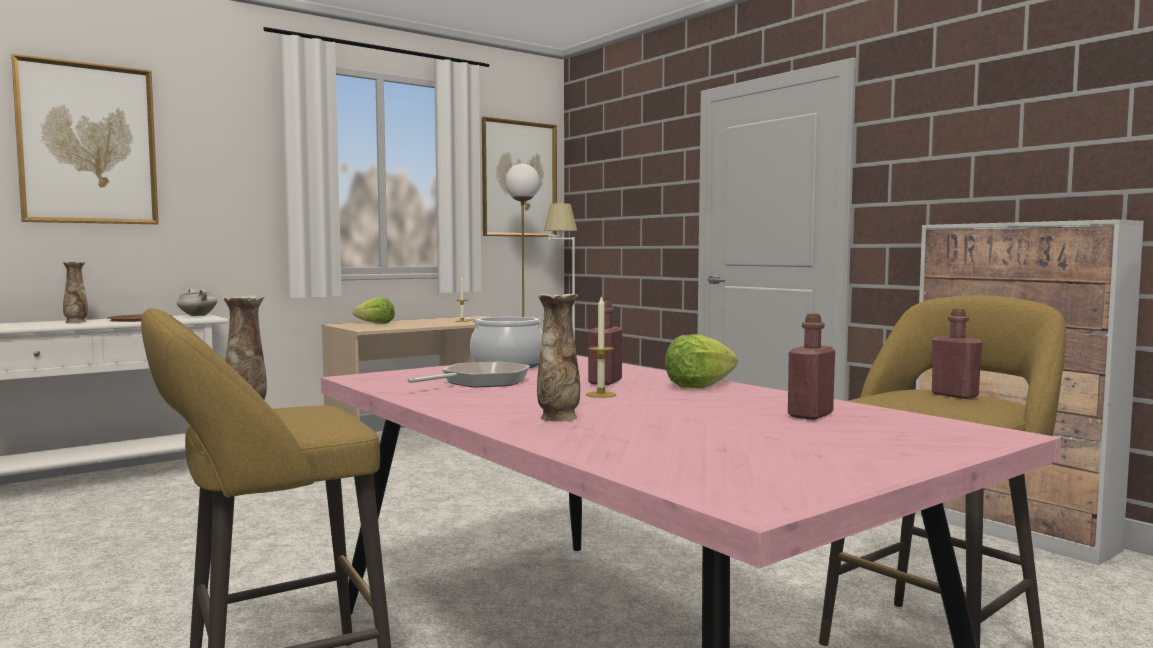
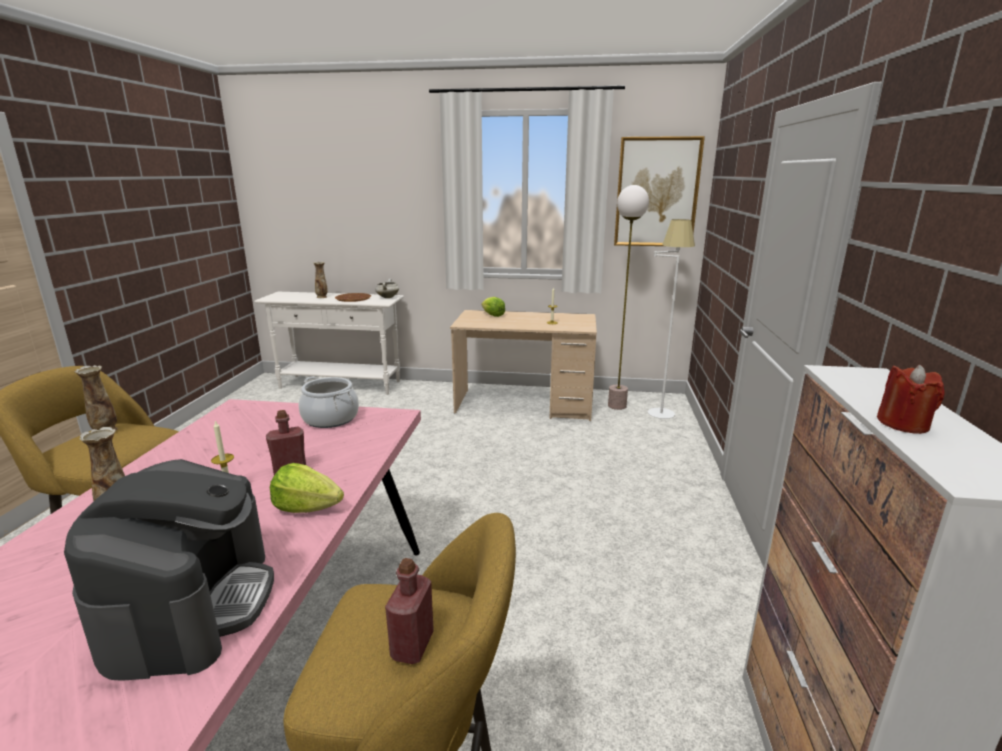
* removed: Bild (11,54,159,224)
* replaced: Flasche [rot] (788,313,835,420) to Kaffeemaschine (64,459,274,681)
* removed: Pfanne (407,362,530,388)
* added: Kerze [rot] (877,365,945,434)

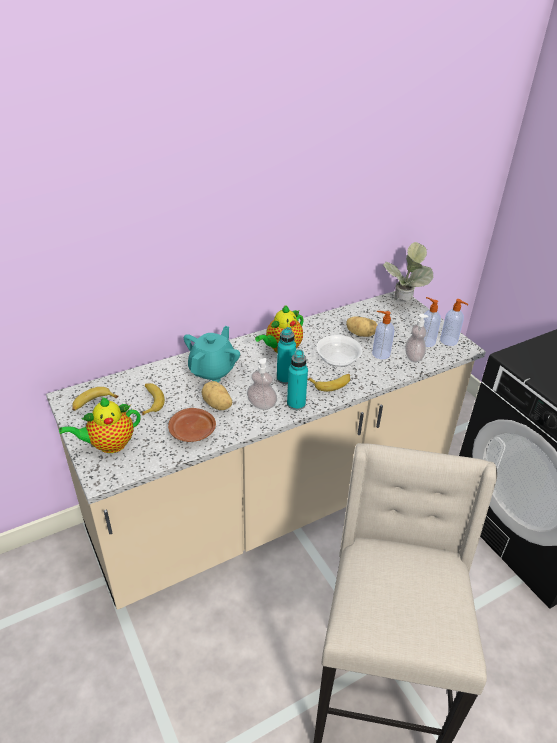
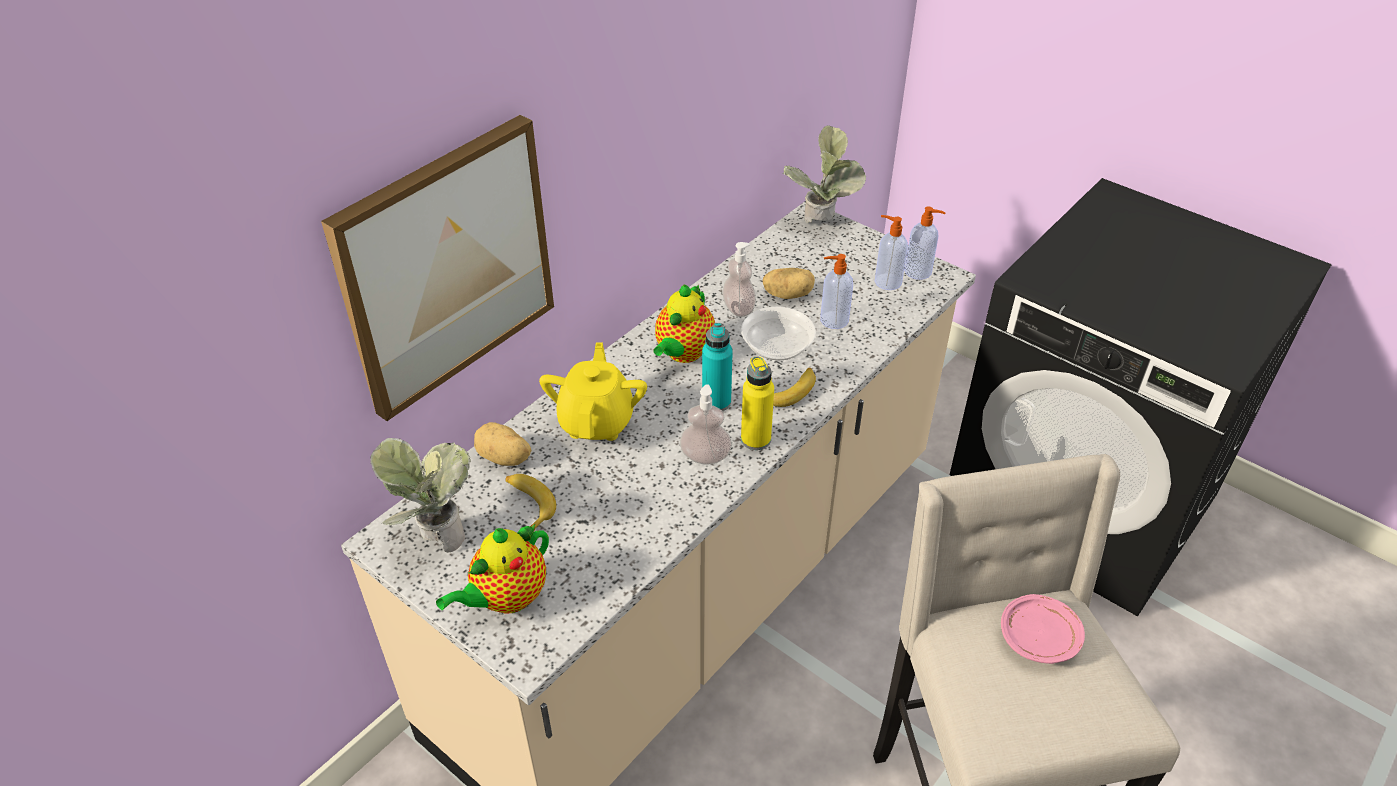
* moved: Seifenspender (405,314,429,362) to (722,242,756,317)
* recoloured: Teekanne [türkis] (184,326,240,382) to Teekanne [gelb] (539,342,647,441)
* recoloured: Flasche [türkis] (287,349,308,410) to Flasche [gelb] (741,356,774,450)
* moved: Kartoffel (201,381,232,410) to (474,422,532,466)
* replaced: Banane (72,387,119,411) to Topfpflanze (370,438,471,552)
* removed: Teller [braun] (168,408,216,442)
* added: Bild (321,115,554,421)
* added: Teller [rosa] (1001,594,1085,664)

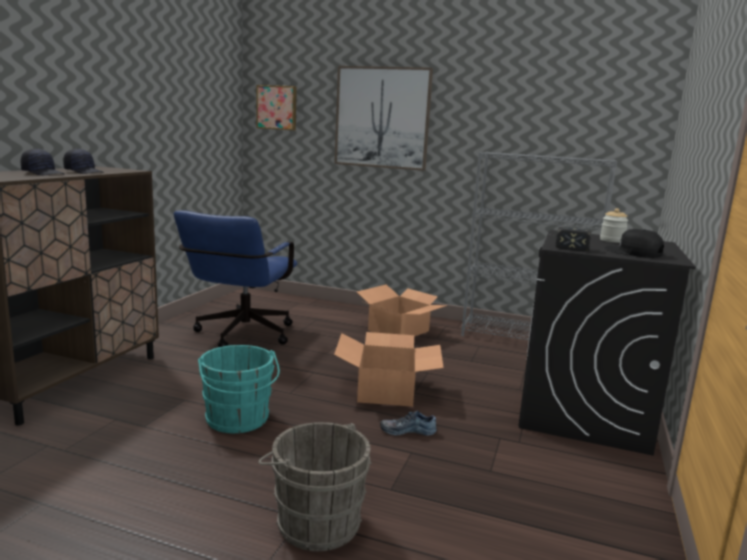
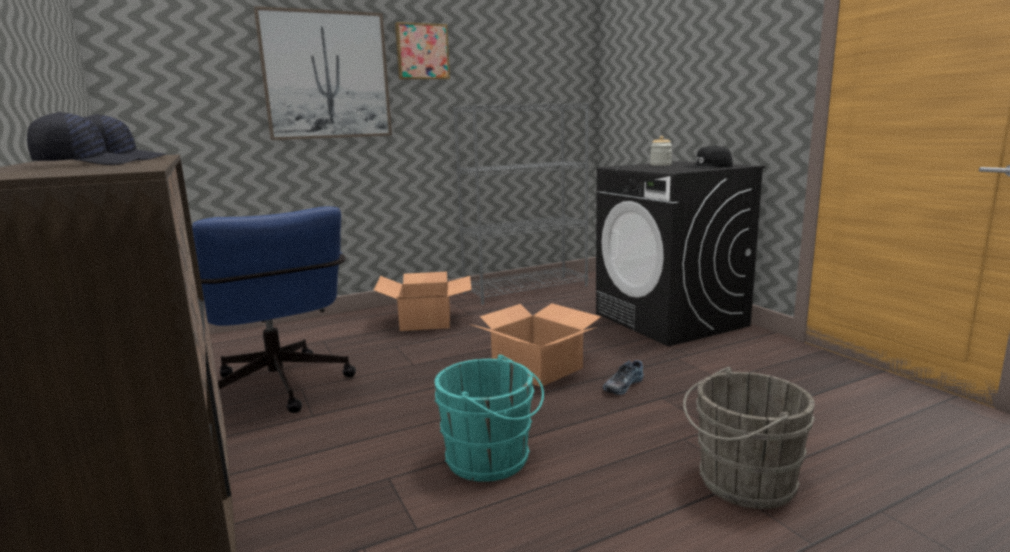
* moved: Bild (256,85,297,130) to (395,22,450,80)
* removed: Hammer (556,227,591,251)

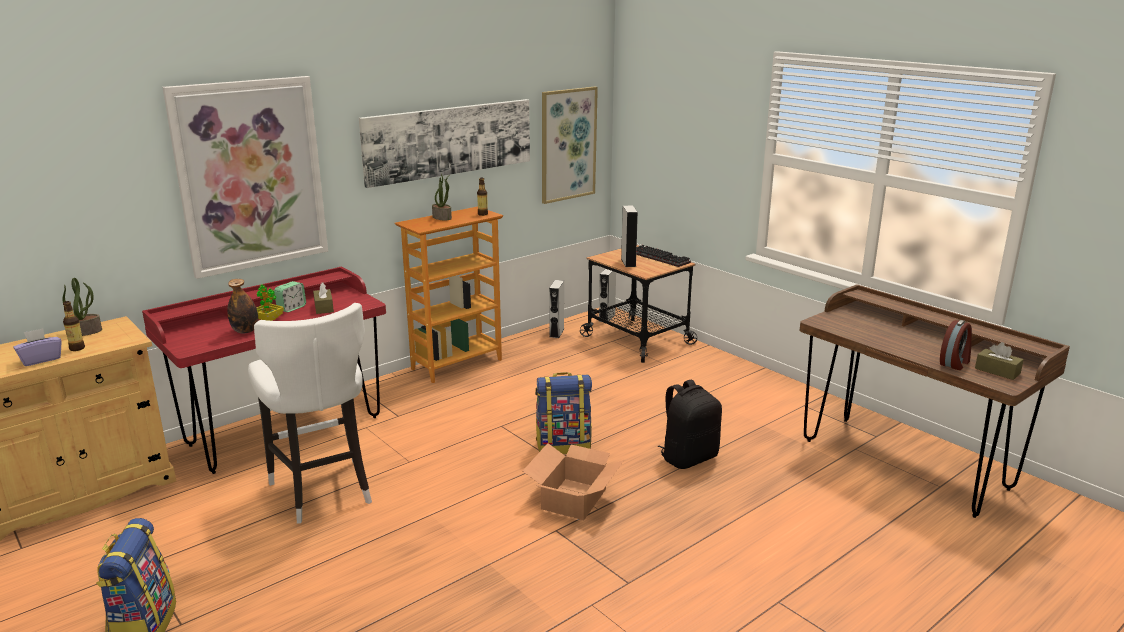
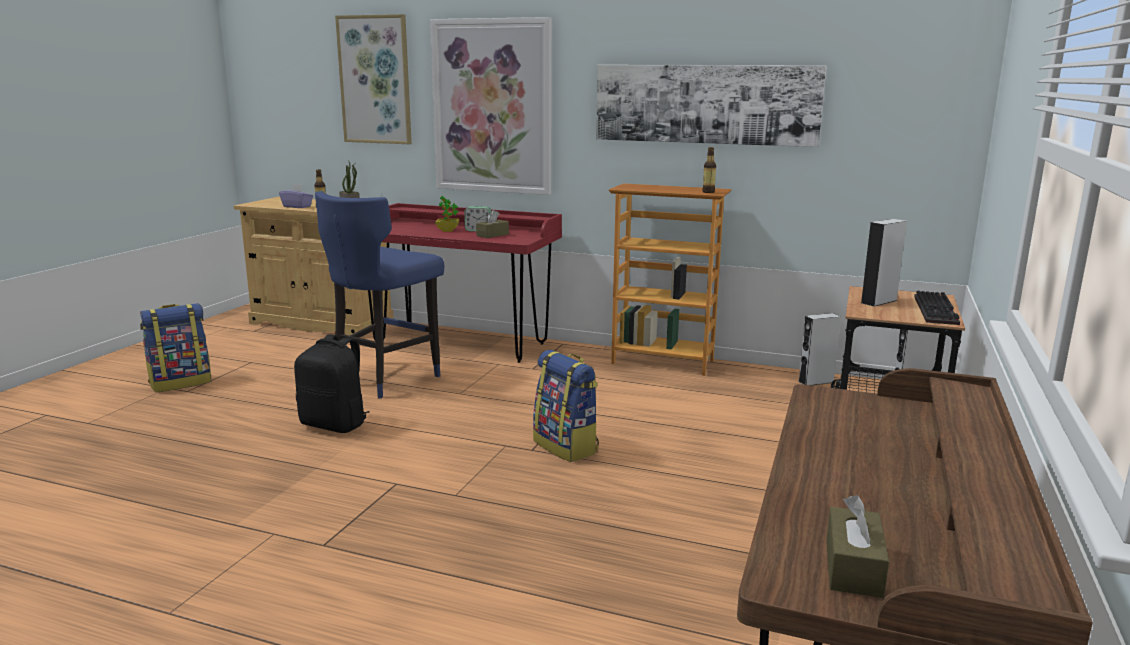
* moved: Bild (542,87,598,204) to (335,14,412,144)
* removed: Topfpflanze (432,174,452,221)
* removed: Flasche (227,279,258,333)
* recoloured: Hocker [weiß] (248,303,372,524) to Hocker [blau] (315,191,444,399)
* removed: Wecker (940,320,972,370)
* moved: Rucksack [schwarz] (658,380,722,469) to (294,334,370,433)
* removed: Karton (523,443,624,520)

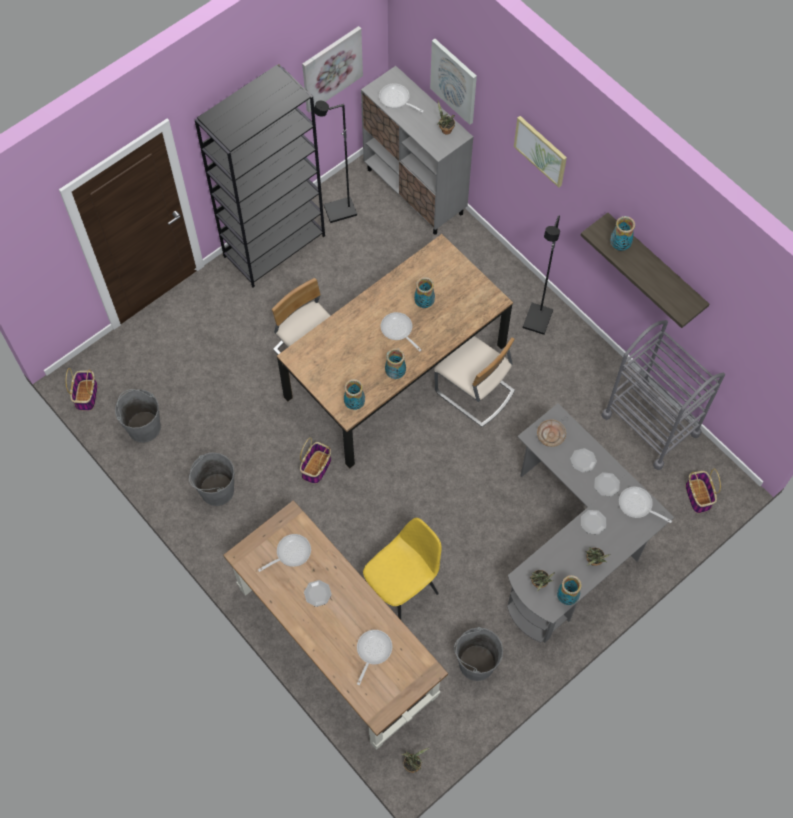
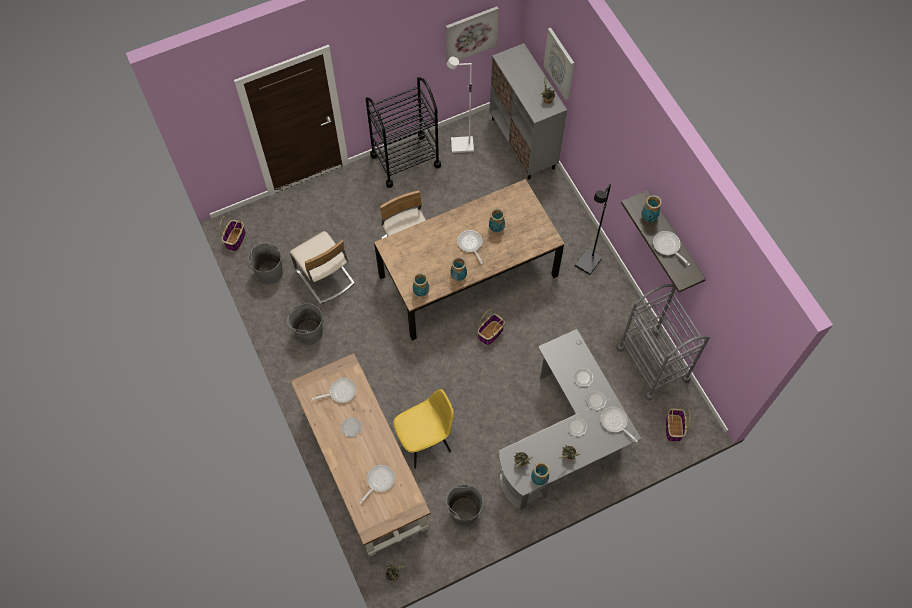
* replaced: Bücherregal [schwarz] (195,64,325,287) to Rollwagen [schwarz] (365,77,441,188)
* moved: Pfanne (379,83,424,113) to (653,231,690,265)
* recoloured: Stehlampe [schwarz] (314,100,357,223) to Stehlampe [weiß] (447,57,474,153)
* removed: Bild (514,116,567,188)
* moved: Stuhl [beige] (434,336,515,427) to (290,231,355,304)
* removed: Teller [beige] (537,419,566,447)
* moved: Korb (300,437,331,484) to (478,309,505,345)

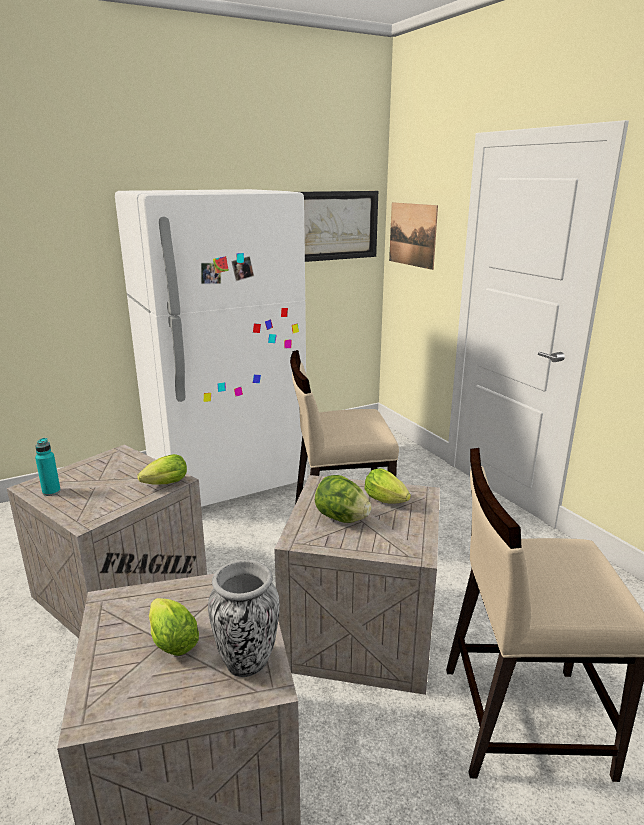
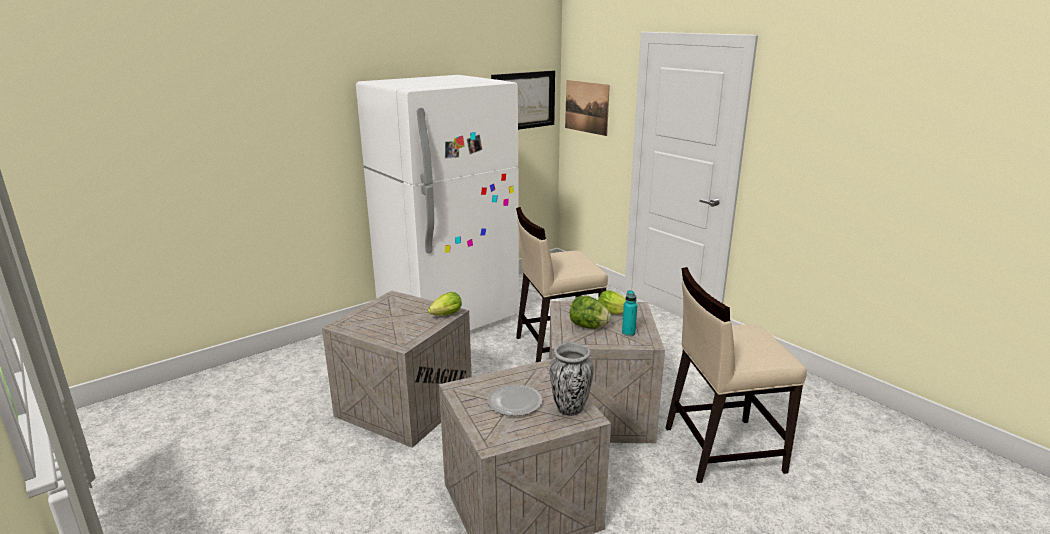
* moved: Flasche [türkis] (35,438,61,496) to (622,290,637,336)
* replaced: Salatkopf (149,598,199,656) to Teller (487,385,542,416)

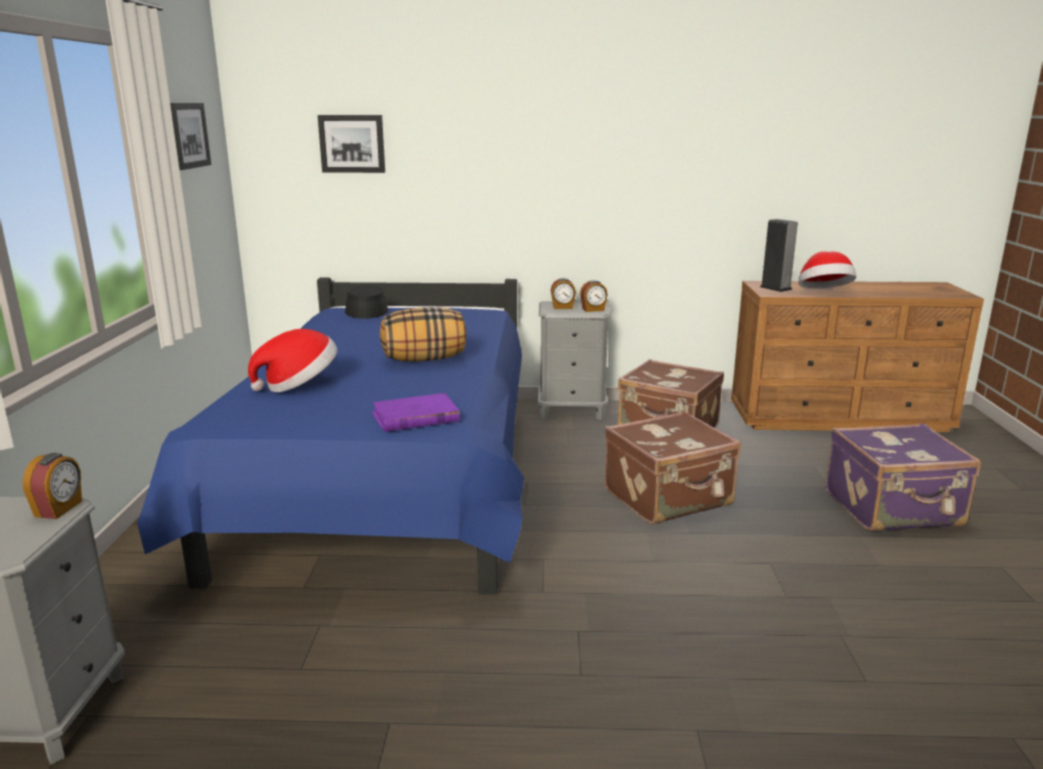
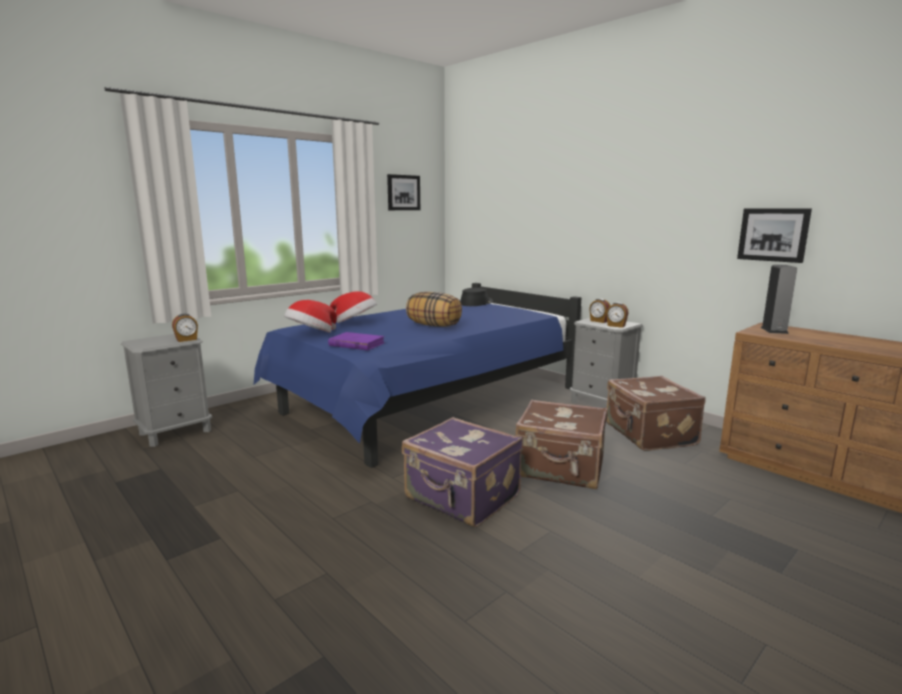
* moved: Bild (318,115,385,173) to (737,208,812,263)
* moved: Hut (799,251,856,288) to (284,300,337,333)
* moved: Koffer [lila] (826,423,981,531) to (402,417,523,527)

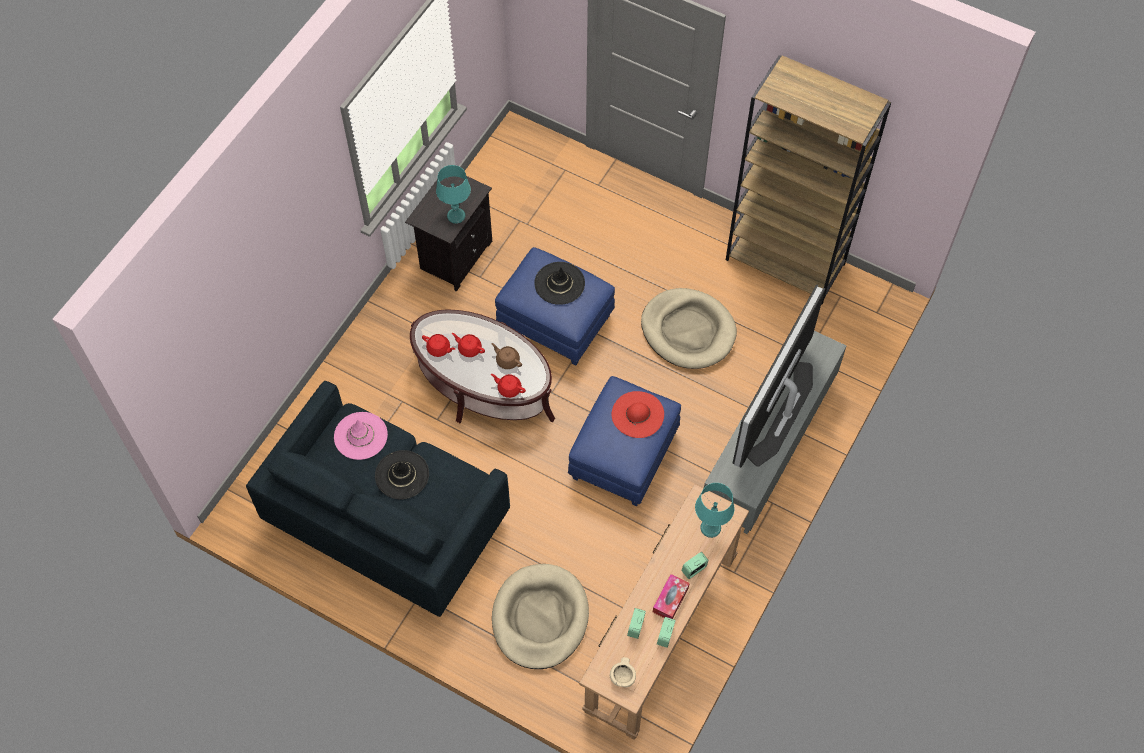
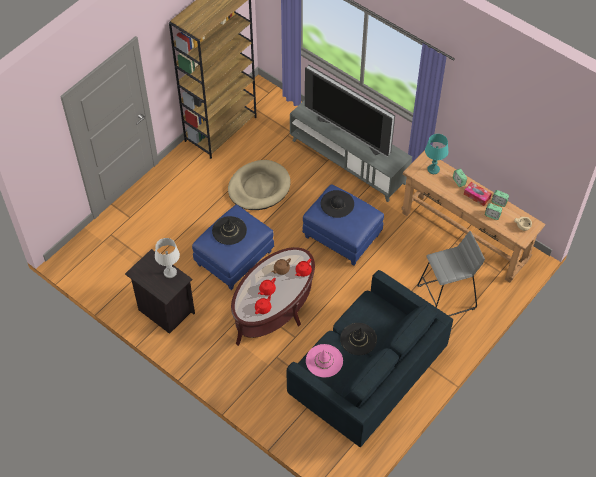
* recoloured: Tischlampe [türkis] (436,165,471,224) to Tischlampe [weiß] (155,238,180,278)
* recoloured: Hut [rot] (612,391,664,438) to Hut [schwarz] (320,190,354,218)
* replaced: Hundebett [beige] (492,564,589,669) to Hocker [grau] (417,231,485,316)

